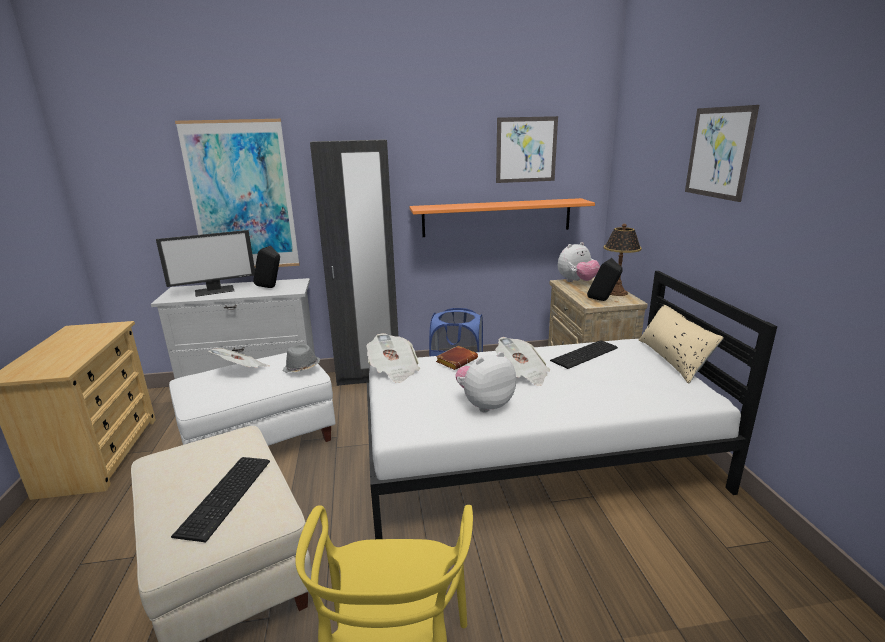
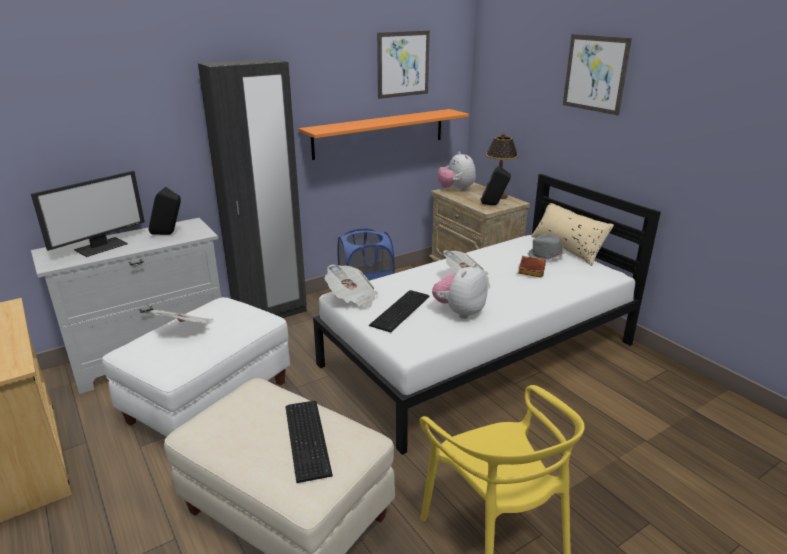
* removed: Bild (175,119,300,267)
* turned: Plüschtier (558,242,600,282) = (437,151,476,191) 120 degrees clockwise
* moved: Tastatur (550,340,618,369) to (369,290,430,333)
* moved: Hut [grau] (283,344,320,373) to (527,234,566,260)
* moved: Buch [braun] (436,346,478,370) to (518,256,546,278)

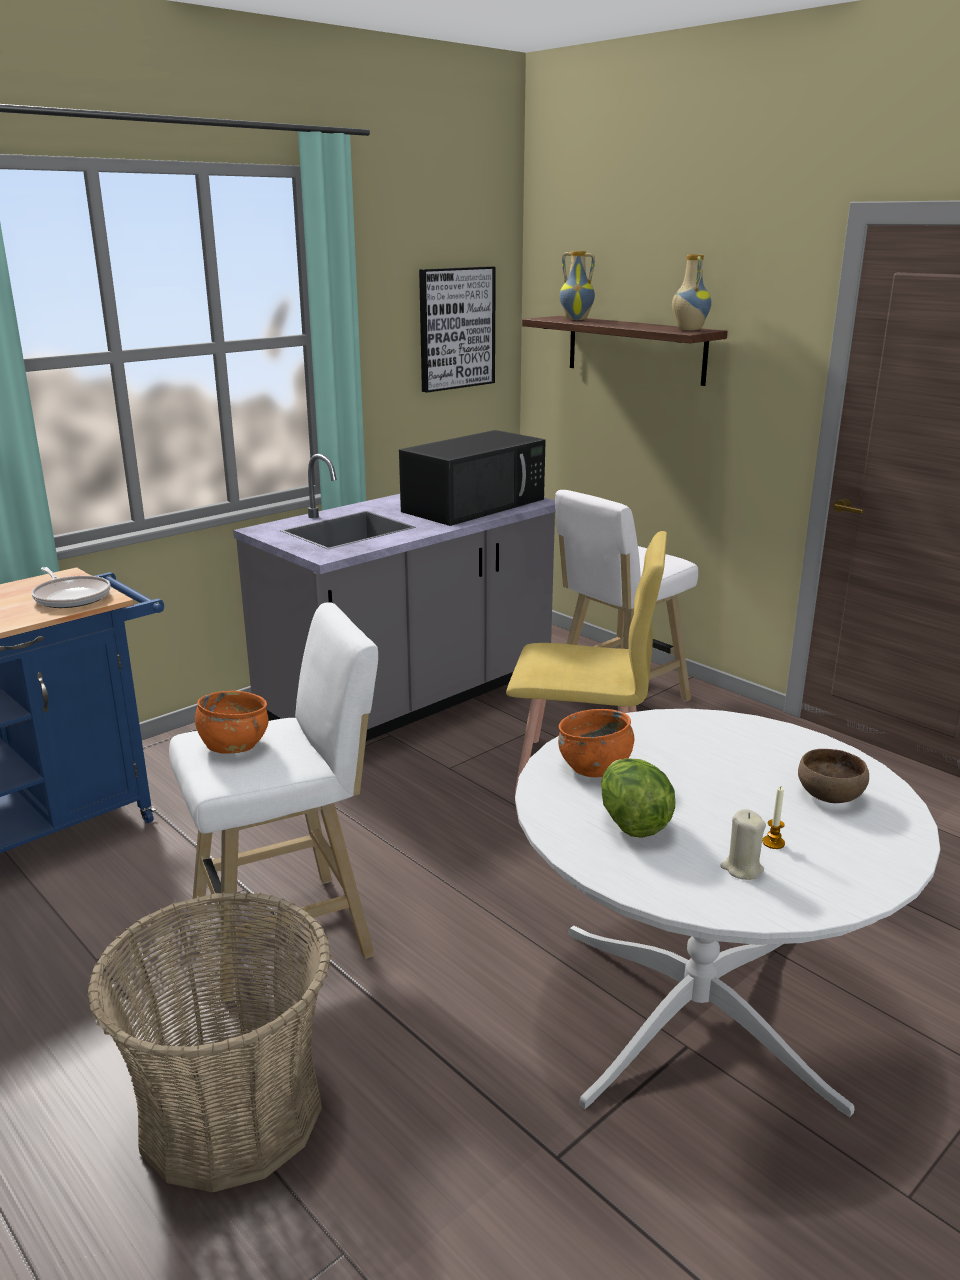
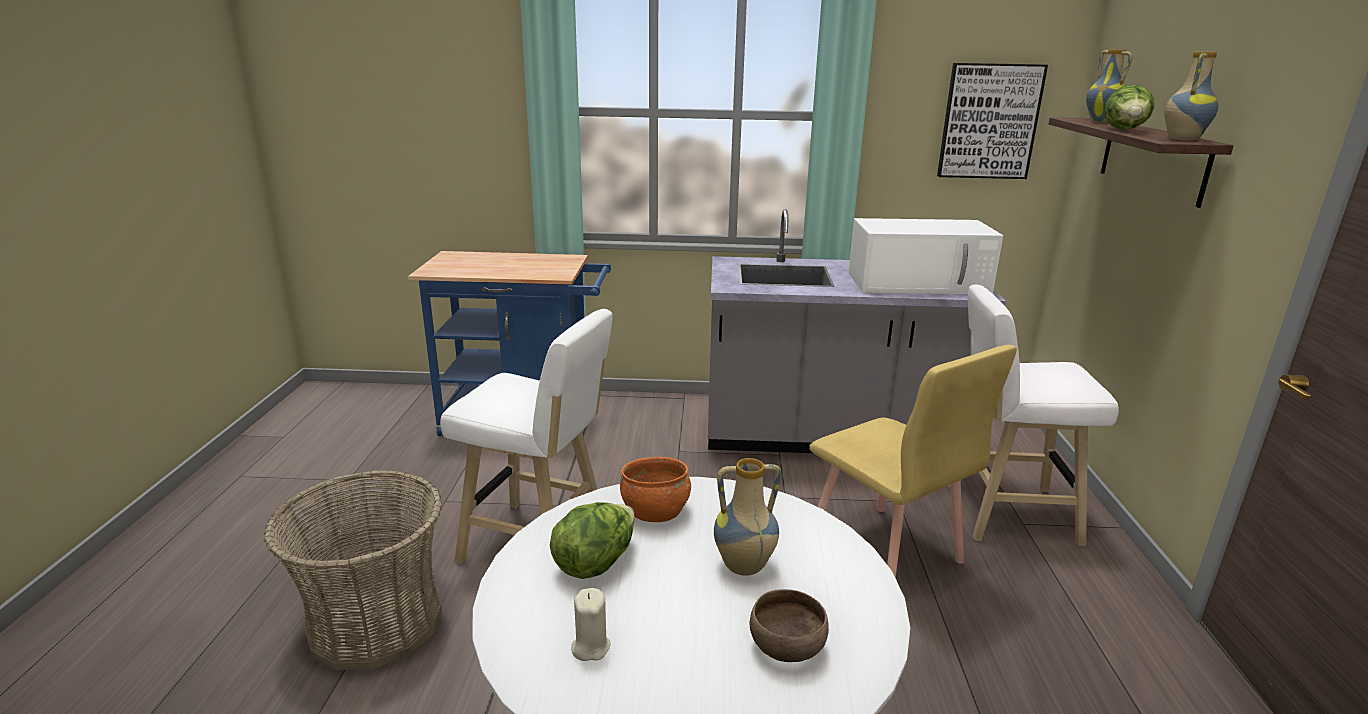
* recoloured: Mikrowelle [schwarz] (399,430,546,526) to Mikrowelle [weiß] (848,218,1003,294)
* removed: Pfanne (32,567,111,608)
* removed: Schüssel [orange] (195,691,268,754)
* removed: Kerze (762,787,785,849)
* added: Salatkopf (1105,85,1154,130)
* added: Vase (714,458,781,576)

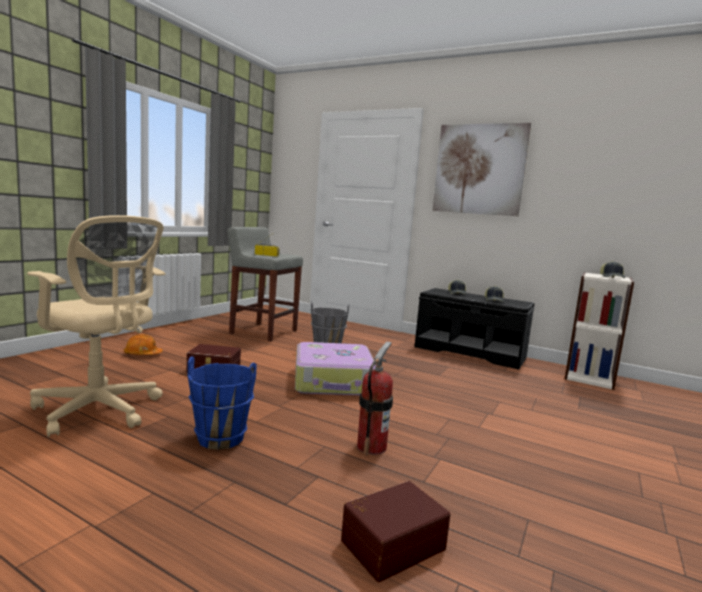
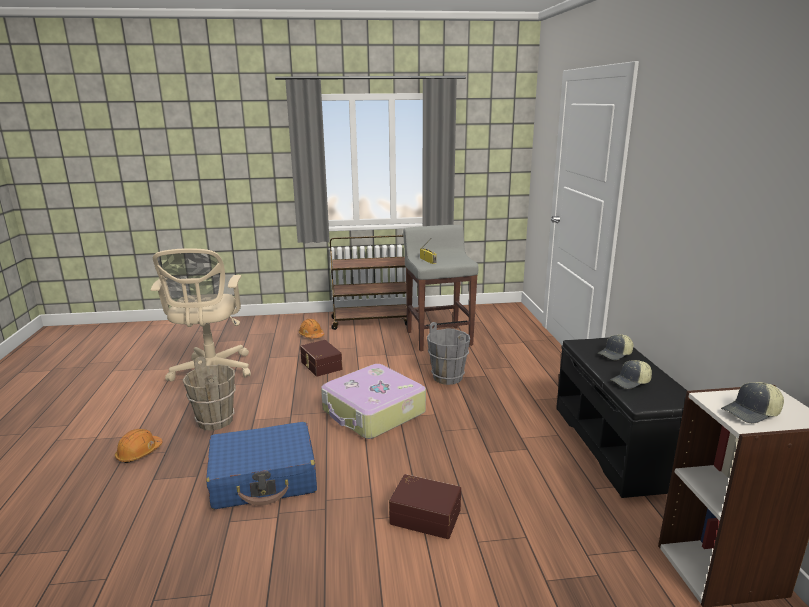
* removed: Bild (432,123,531,216)
* replaced: Feuerlöscher (357,342,393,455) to Koffer [blau] (206,422,317,509)
* recoloured: Eimer [blau] (188,356,257,450) to Eimer [braun] (183,356,236,430)
* moved: Aufbewahrungsbox [braun] (341,481,450,582) to (389,474,461,539)
* added: Rollwagen [braun] (330,235,407,330)
* added: Schutzhelm [orange] (115,429,163,463)

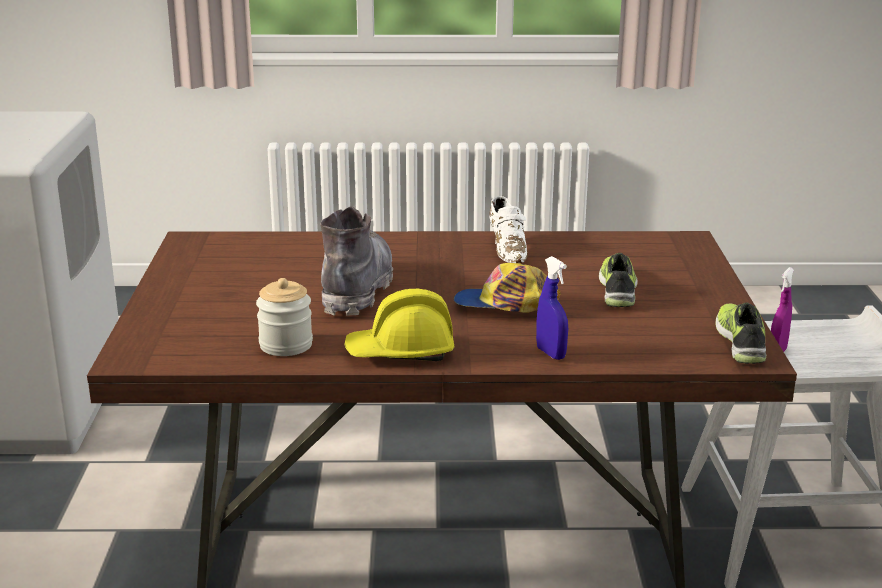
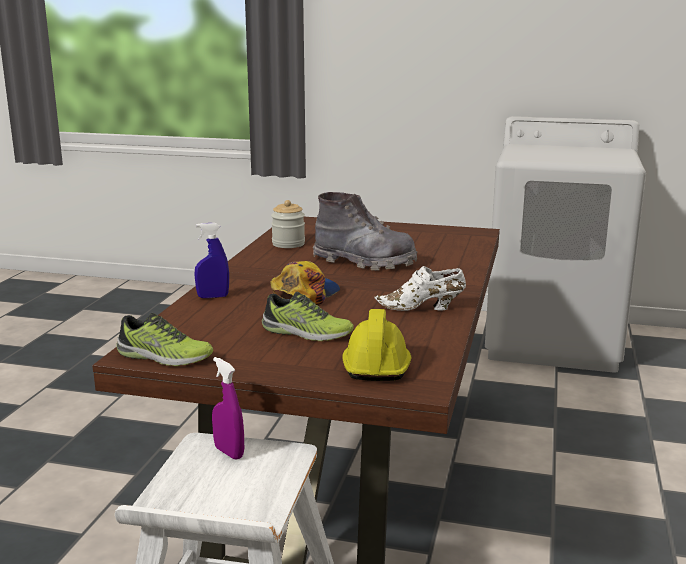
* moved: Schutzhelm [gelb] (345,289,455,361) to (342,309,411,381)

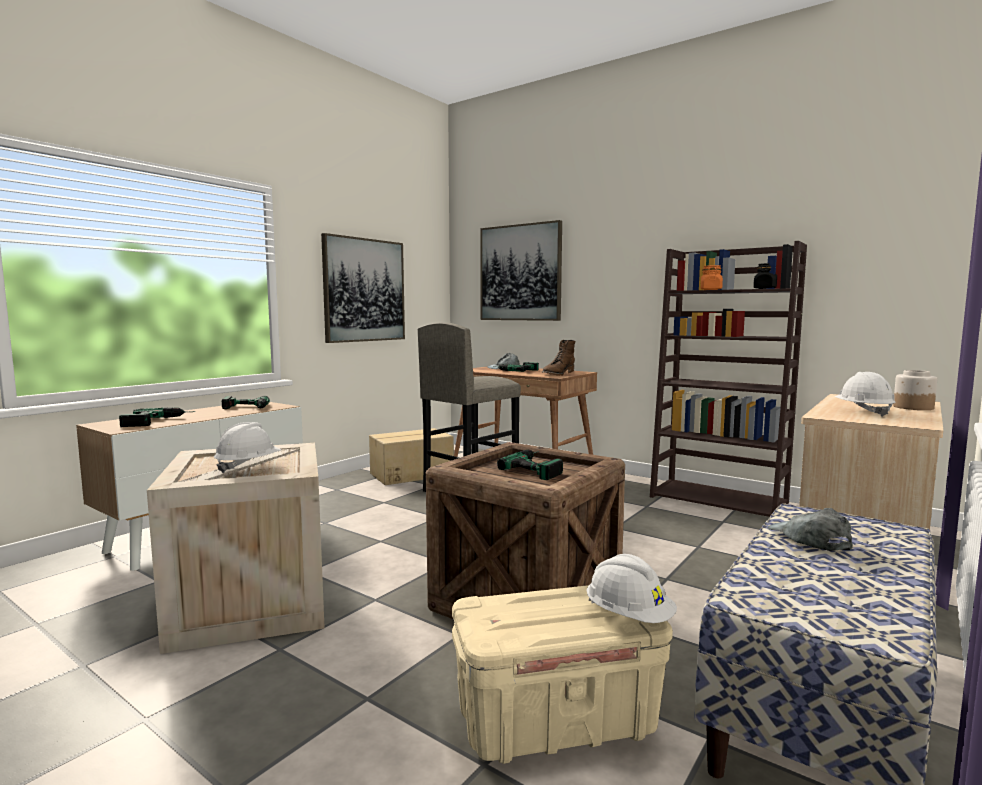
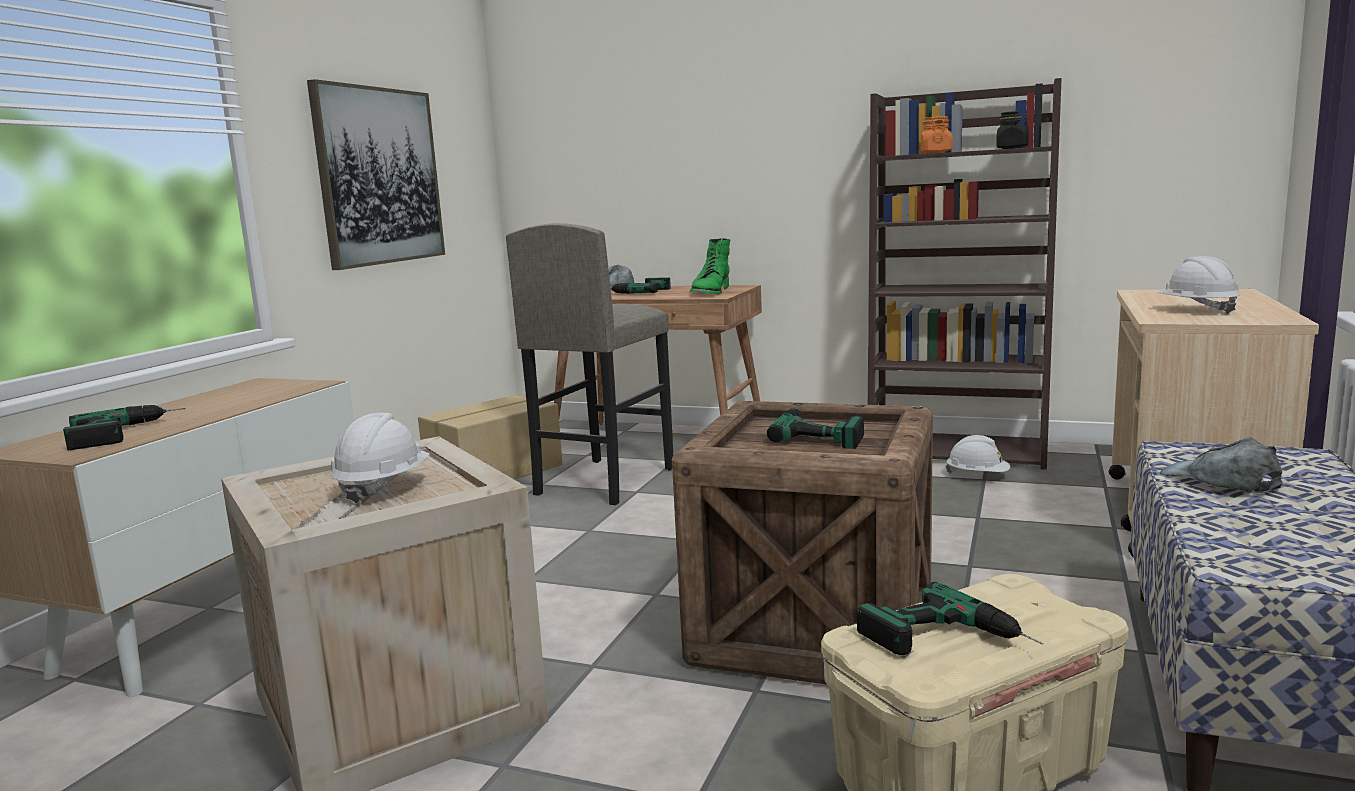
* removed: Bild (480,220,562,321)
* recoloured: Stiefel [braun] (541,340,575,376) to Stiefel [grün] (690,238,730,295)
* removed: Vorratsglas (893,370,937,410)
* moved: Bohrmaschine (222,396,270,409) to (857,582,1044,655)
* moved: Schutzhelm [weiß] (587,554,677,623) to (946,435,1010,473)

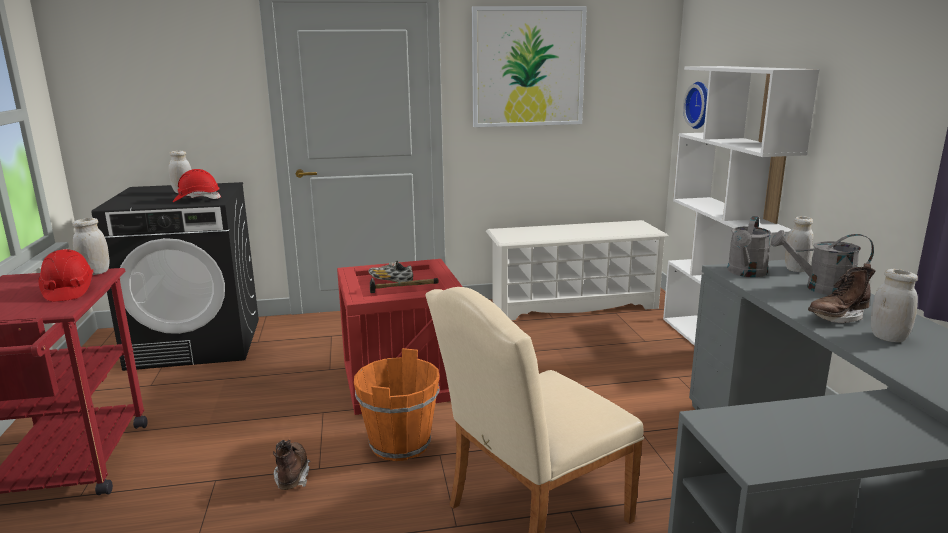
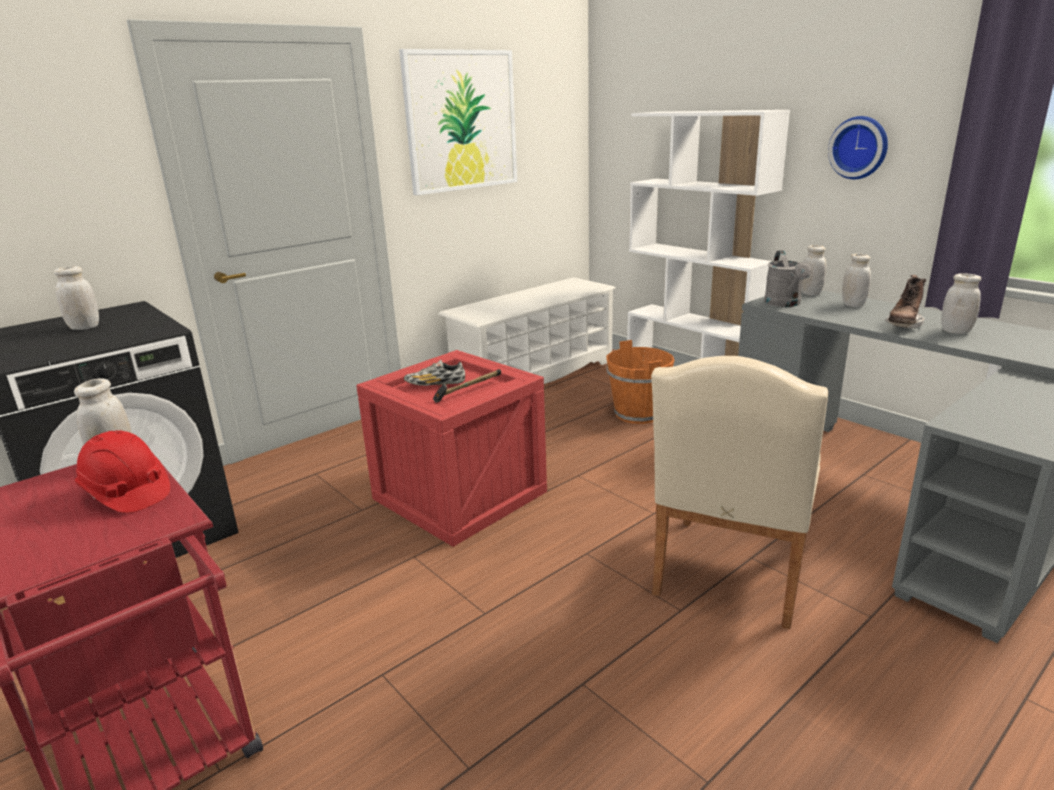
* moved: Wanduhr (683,82,708,129) to (828,116,888,179)
* removed: Schutzhelm [rot] (173,169,221,202)
* replaced: Gießkanne [grau] (771,230,874,295) to Vorratsglas [weiß] (842,253,871,307)
* moved: Eimer [orange] (354,348,440,461) to (606,340,675,424)
* removed: Stiefel [braun] (273,440,311,490)

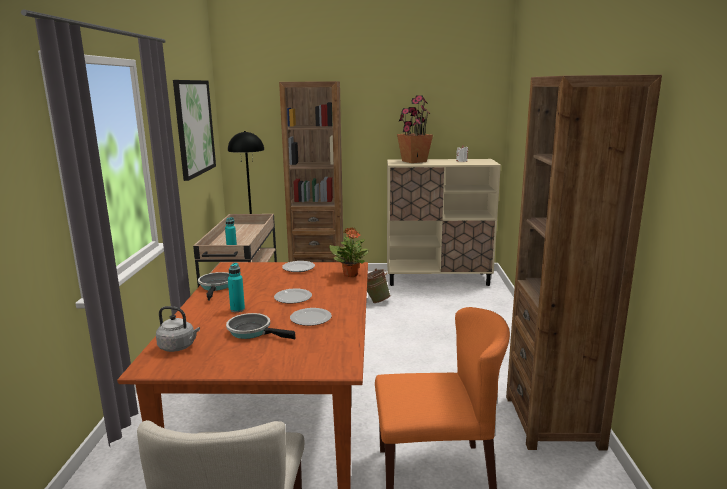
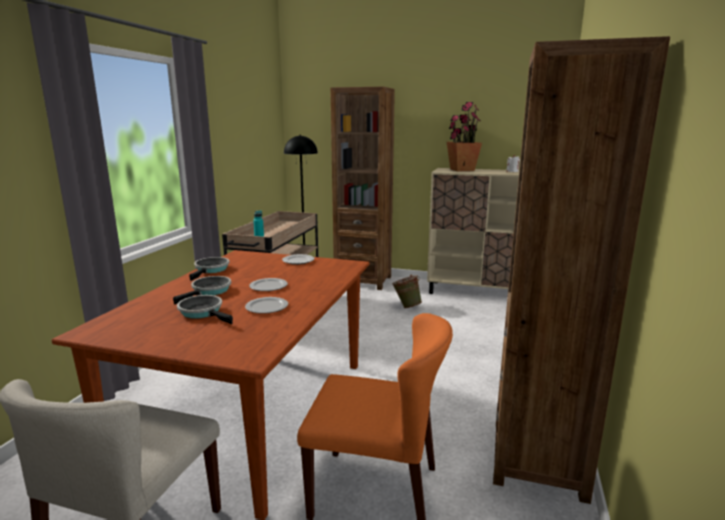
* removed: Bild (173,80,216,181)
* removed: Topfpflanze (329,228,368,277)
* replaced: Flasche [türkis] (228,263,245,312) to Pfanne (173,276,231,304)
* removed: Wasserkessel [grau] (156,306,200,352)

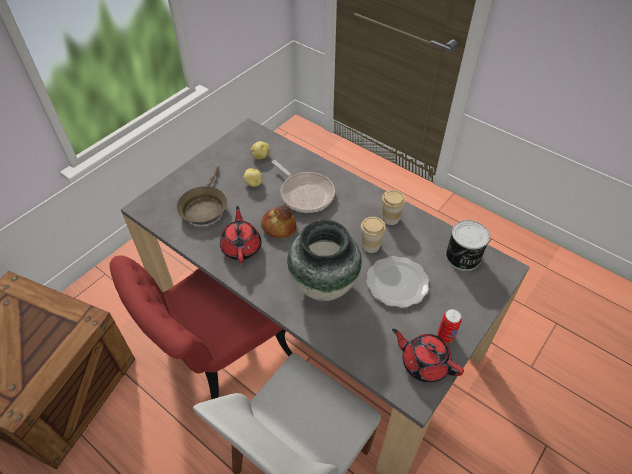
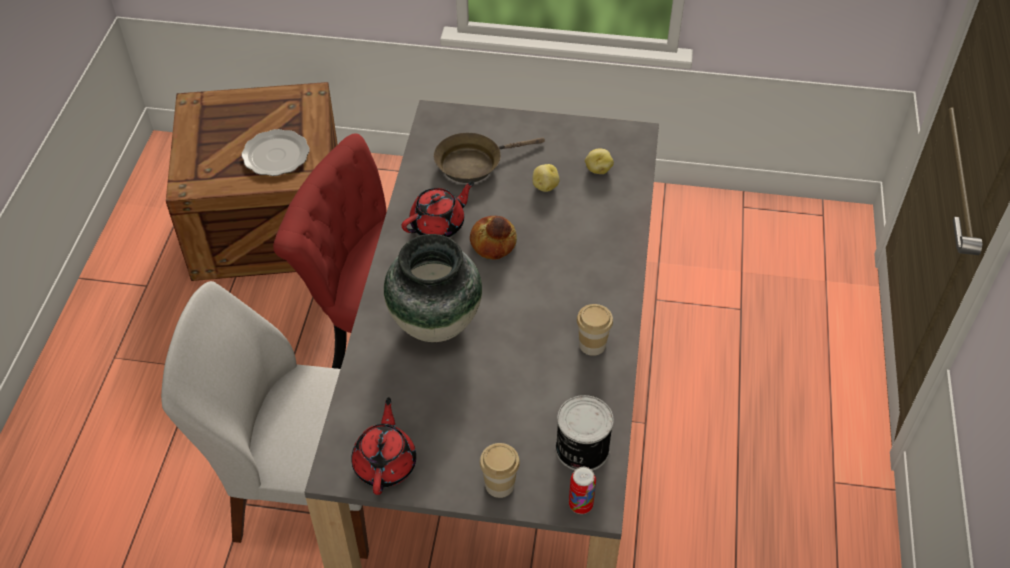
* removed: Pfanne (272,160,335,213)
* moved: Tasse (360,217,386,253) to (480,443,520,498)
* moved: Teller (366,256,429,308) to (241,129,310,176)
* moved: Dose (438,309,462,343) to (569,467,596,514)

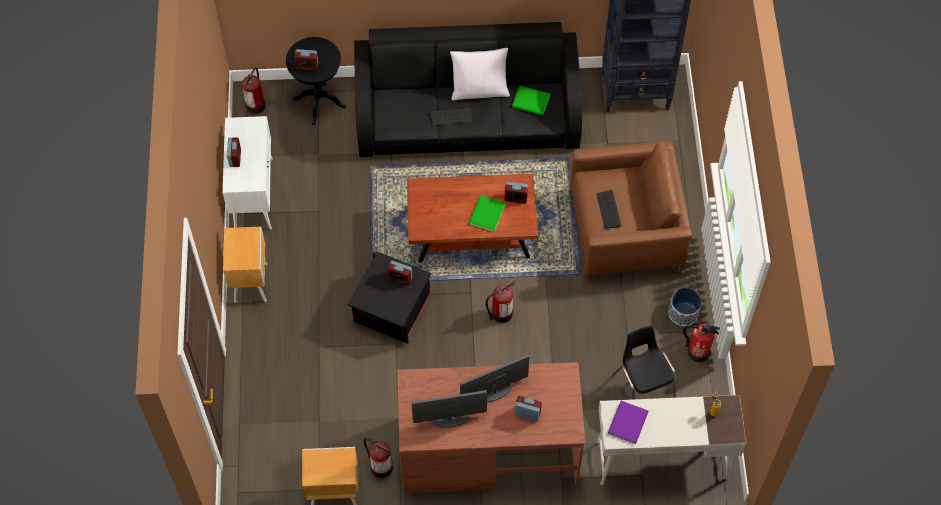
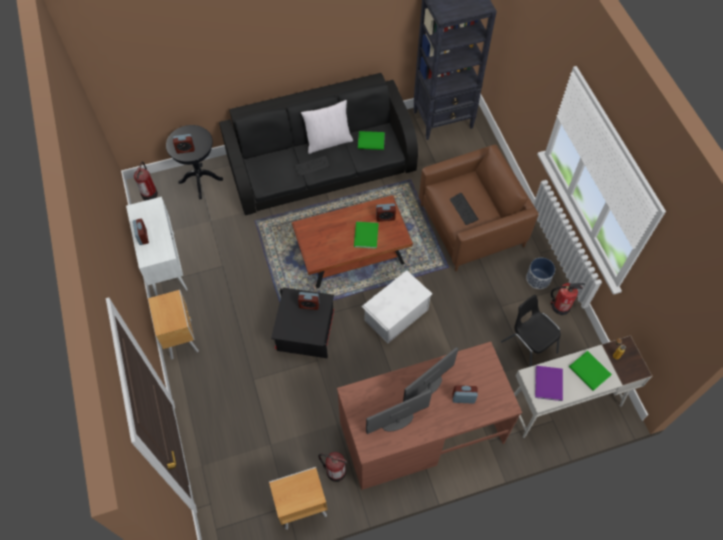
* replaced: Feuerlöscher (486,280,516,323) to Aufbewahrungsbox [weiß] (361,270,432,344)
* added: Buch [grün] (569,351,612,391)

